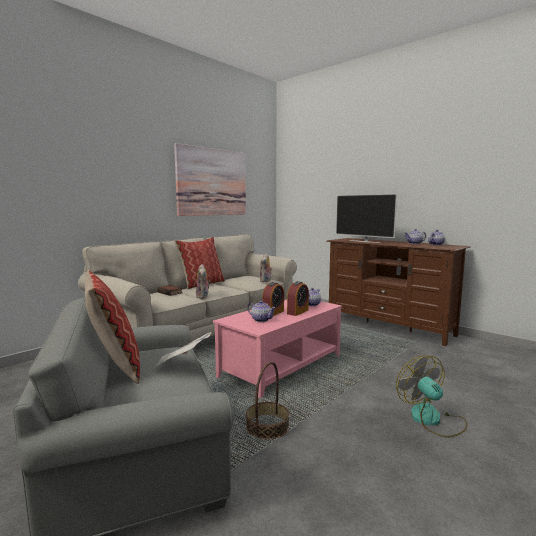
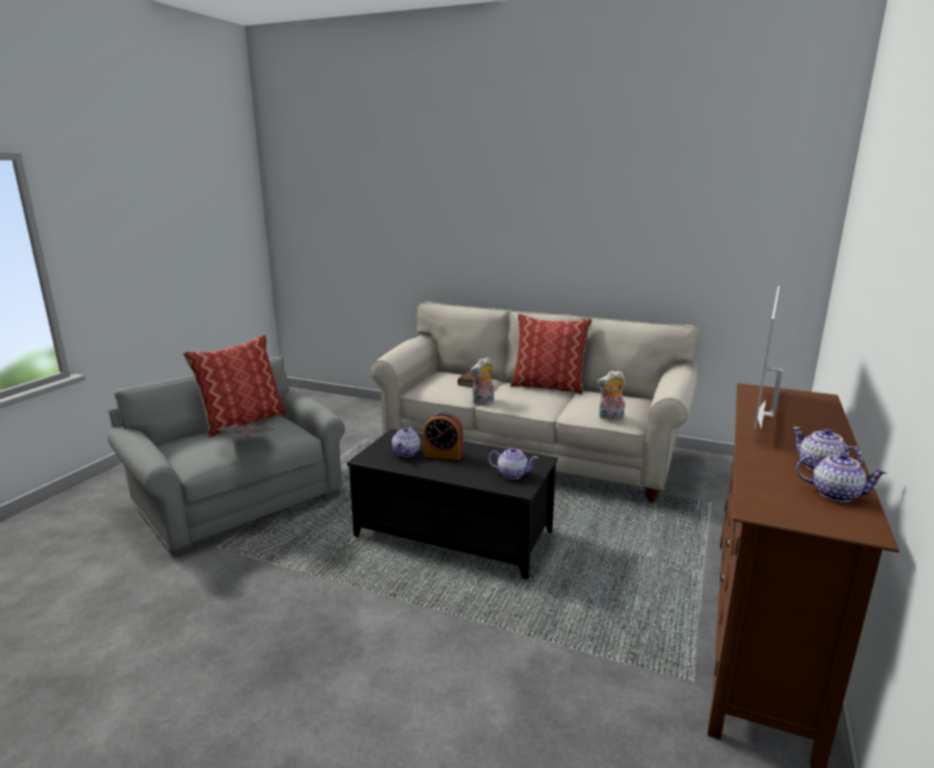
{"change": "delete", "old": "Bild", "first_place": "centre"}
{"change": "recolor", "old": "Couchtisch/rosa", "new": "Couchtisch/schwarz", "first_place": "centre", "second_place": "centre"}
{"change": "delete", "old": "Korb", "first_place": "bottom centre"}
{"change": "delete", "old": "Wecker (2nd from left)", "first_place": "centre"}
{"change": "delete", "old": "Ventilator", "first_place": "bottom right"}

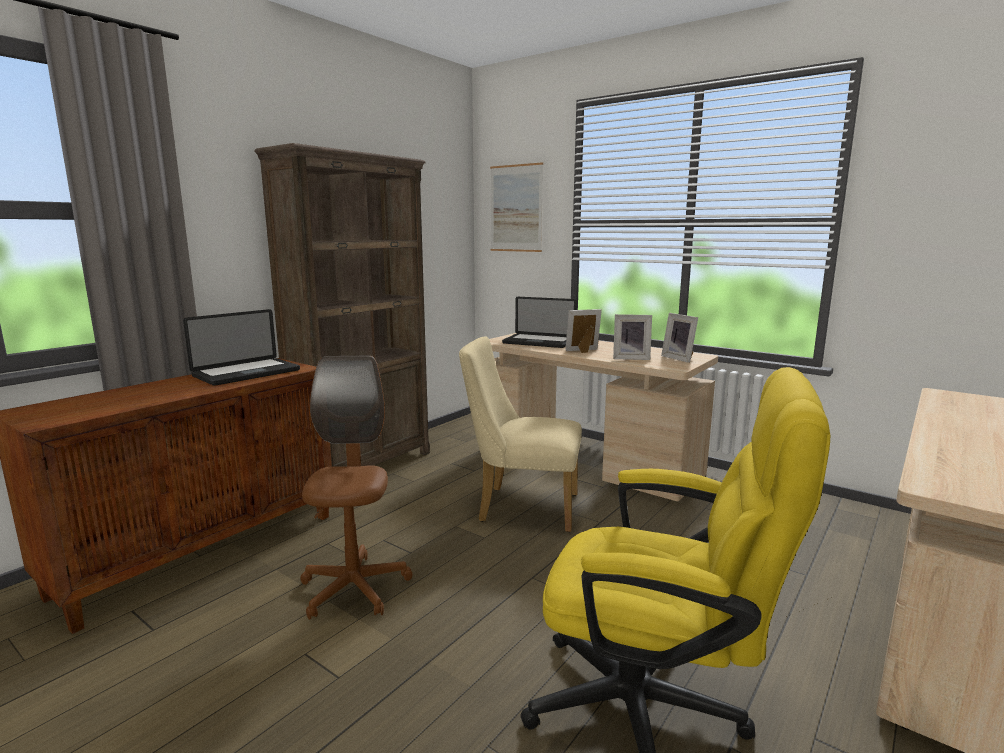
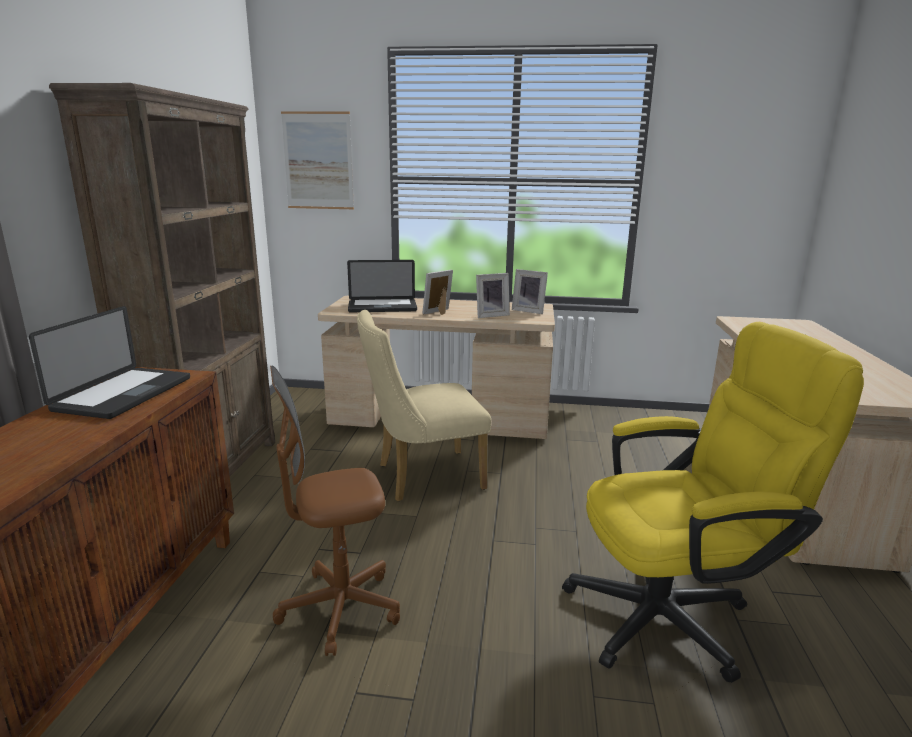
{"change": "rotate", "old": "Bürostuhl/braun", "first_place": "centre", "second_place": "bottom centre", "degrees": -75}

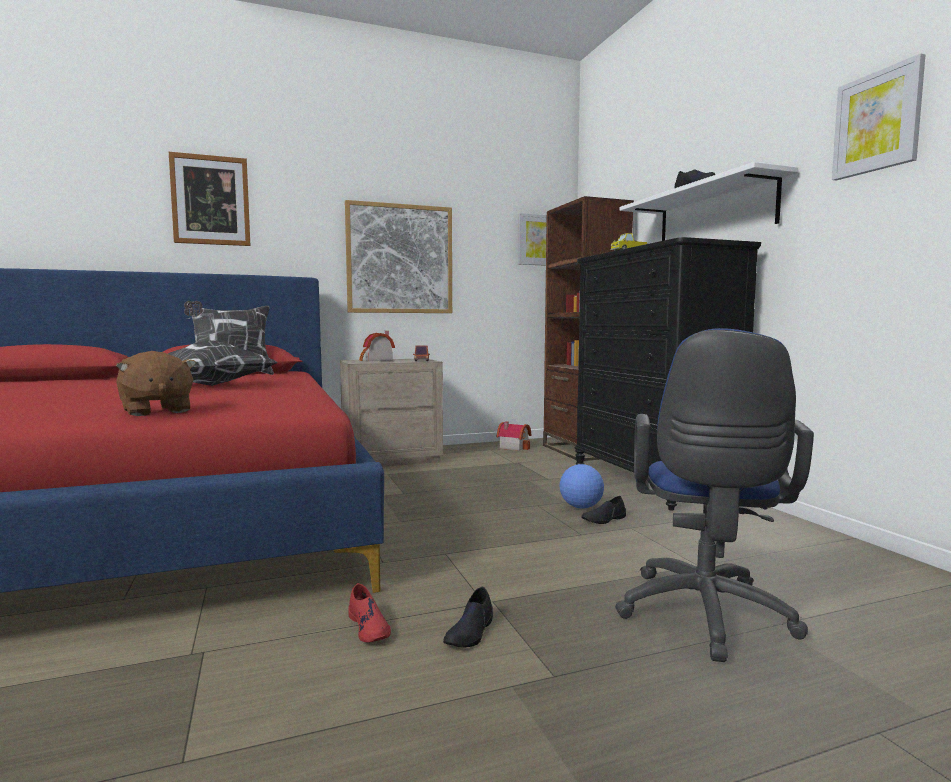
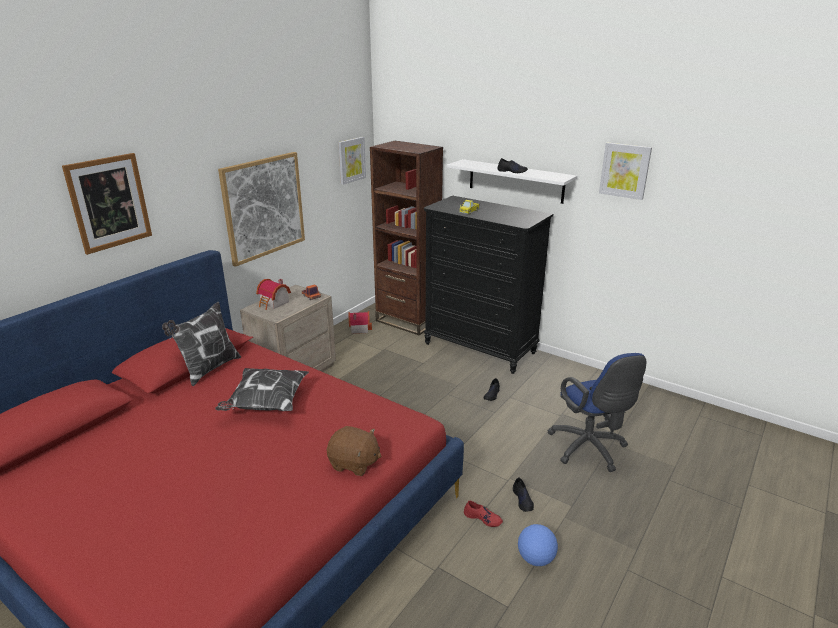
{"change": "move", "old": "Fußball", "first_place": "centre", "second_place": "bottom centre"}

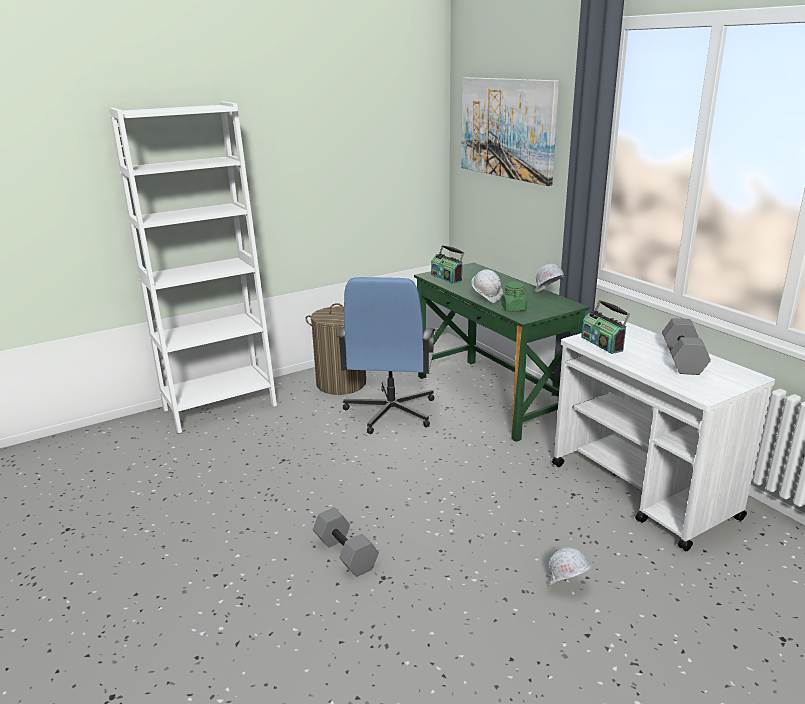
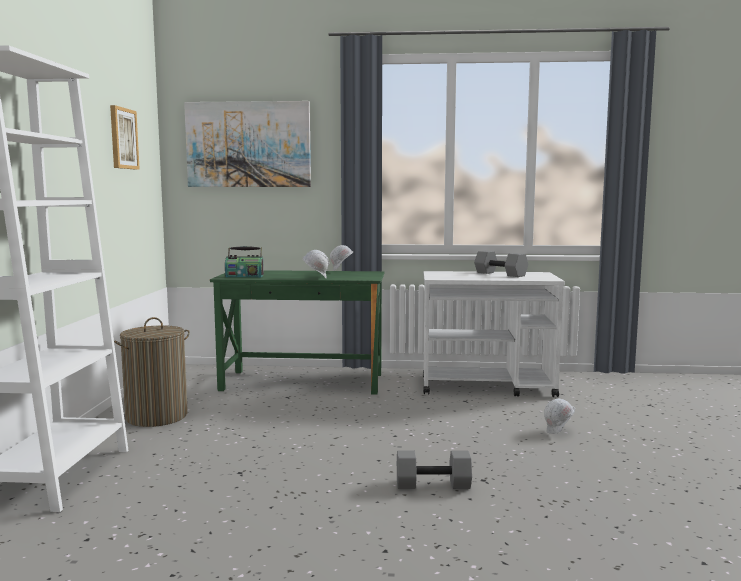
{"change": "delete", "old": "Bürostuhl/blau", "first_place": "centre"}
{"change": "delete", "old": "Vorratsglas/grün", "first_place": "centre"}
{"change": "delete", "old": "Radio (2nd from left)", "first_place": "middle right"}
{"change": "insert", "new": "Bild (1st from left)", "second_place": "top left"}

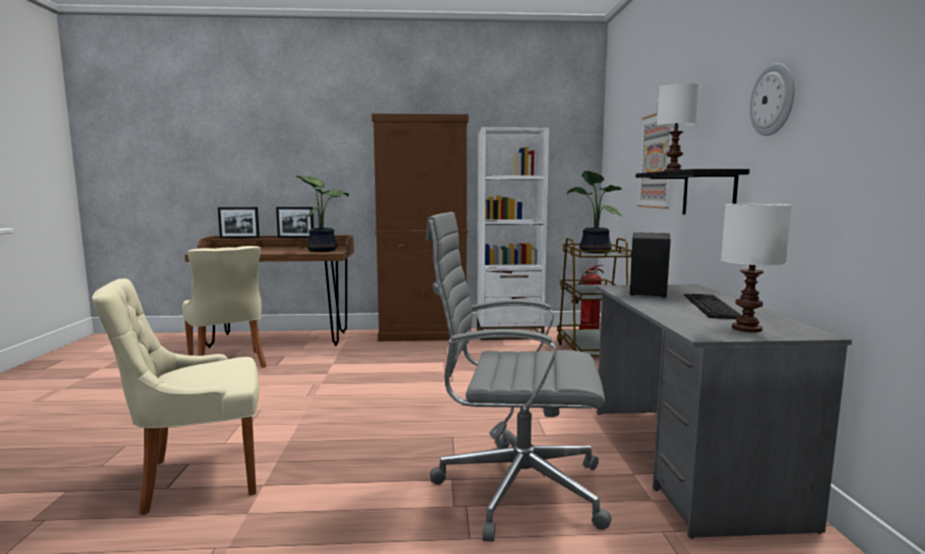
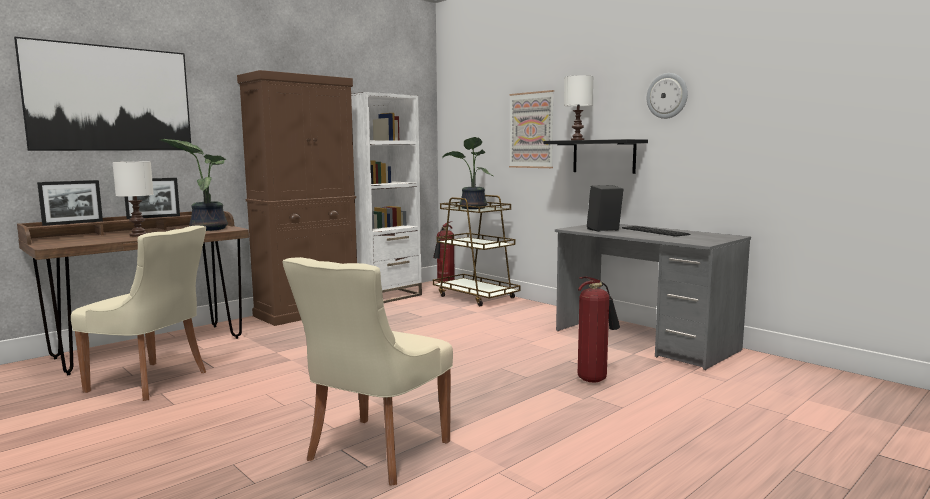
{"change": "replace", "old": "Bürostuhl/grau", "new": "Feuerlöscher (2nd from left)", "first_place": "bottom centre", "second_place": "centre"}
{"change": "move", "old": "Tischlampe/weiß (2nd from left in the first image)", "new": "Tischlampe/weiß (1st from left)", "first_place": "middle right", "second_place": "middle left"}
{"change": "insert", "new": "Bild (1st from left)", "second_place": "top left"}

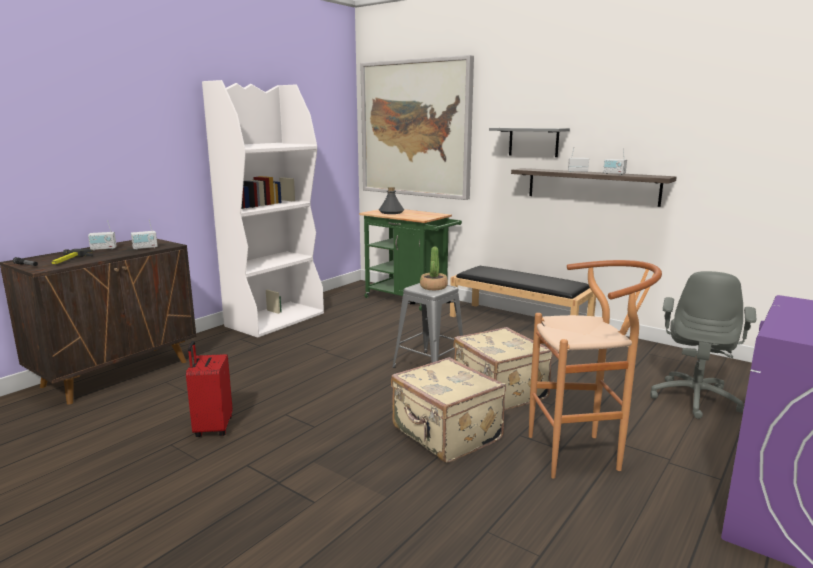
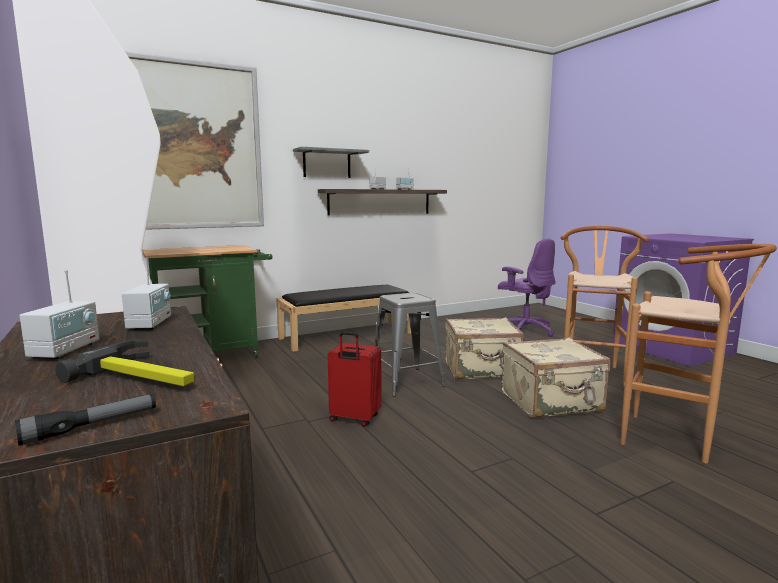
{"change": "move", "old": "Koffer/rot", "first_place": "bottom left", "second_place": "centre"}
{"change": "delete", "old": "Flasche/grau", "first_place": "centre"}
{"change": "delete", "old": "Topfpflanze", "first_place": "centre"}
{"change": "recolor", "old": "Bürostuhl/grau", "new": "Bürostuhl/lila", "first_place": "middle right", "second_place": "middle right"}
{"change": "insert", "new": "Hocker/braun (2nd from left)", "second_place": "middle right"}

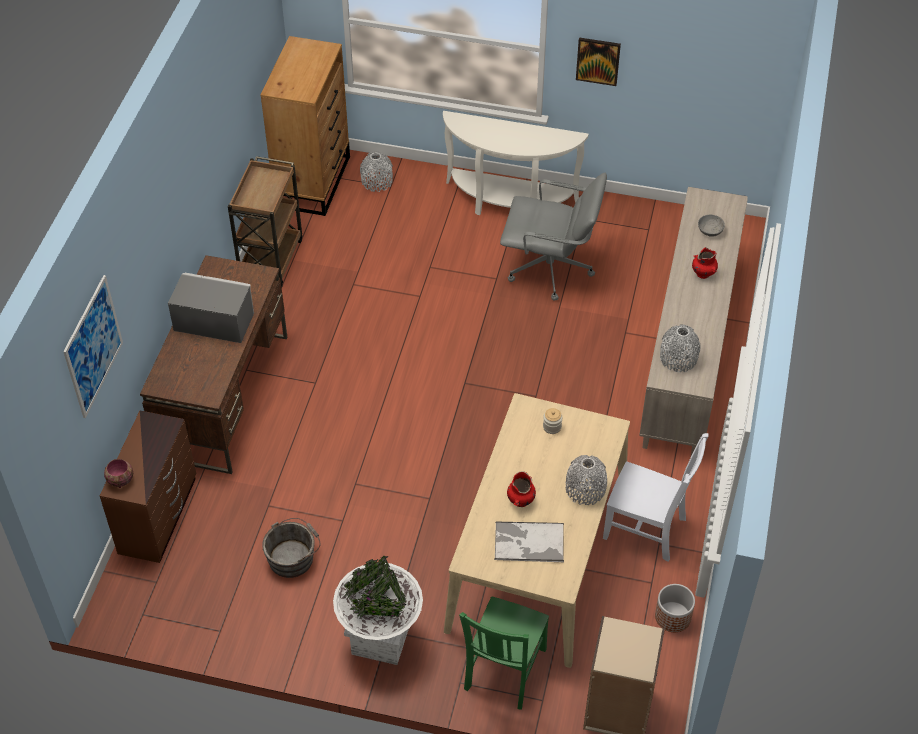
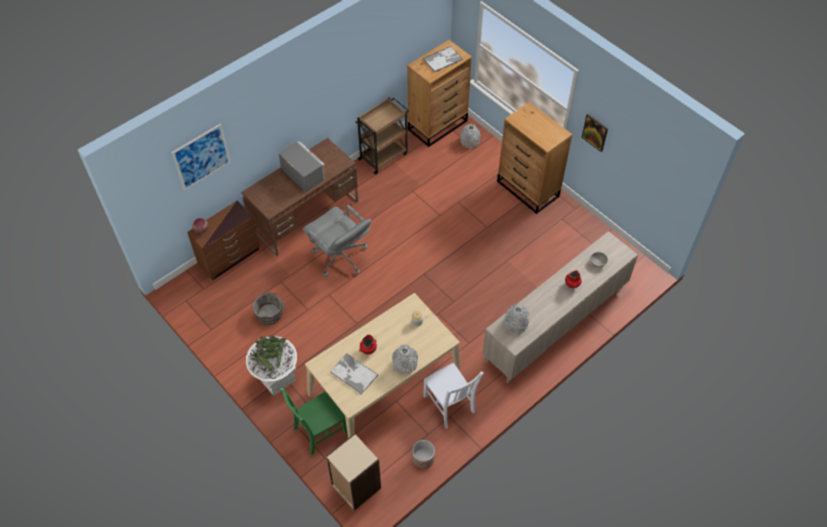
{"change": "replace", "old": "Konsolentisch/weiß", "new": "Kommode/braun (3rd from left)", "first_place": "top centre", "second_place": "top centre"}
{"change": "move", "old": "Bürostuhl/grau", "first_place": "top centre", "second_place": "centre"}
{"change": "insert", "new": "Tablett (2nd from left)", "second_place": "top centre"}

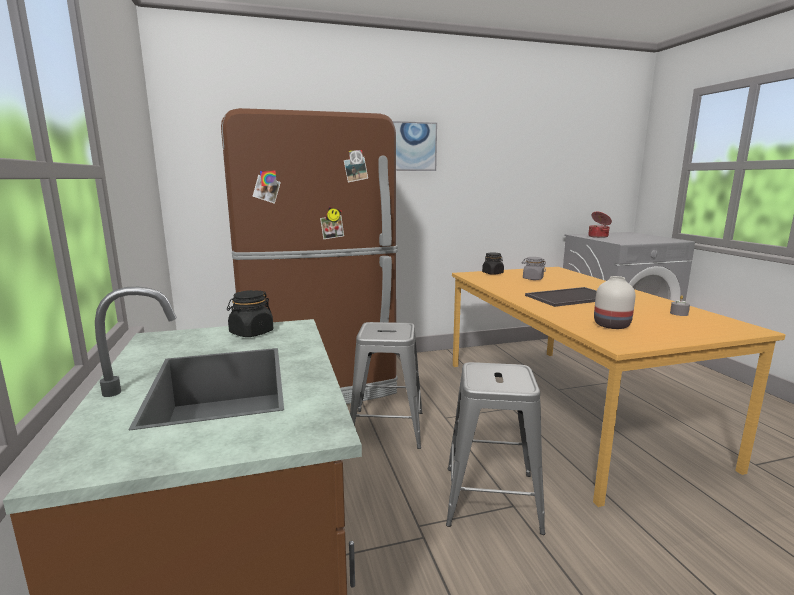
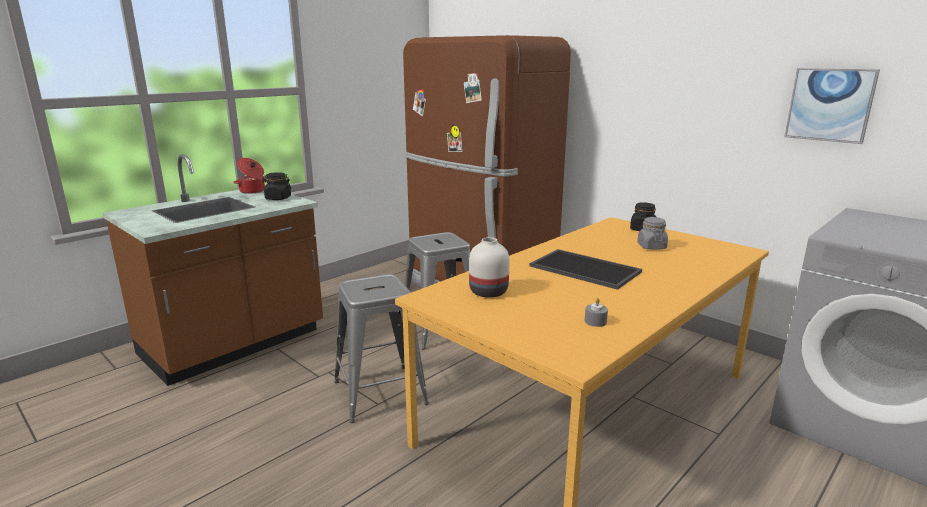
{"change": "move", "old": "Bild", "first_place": "top centre", "second_place": "top right"}
{"change": "move", "old": "Kochtopf", "first_place": "middle right", "second_place": "middle left"}

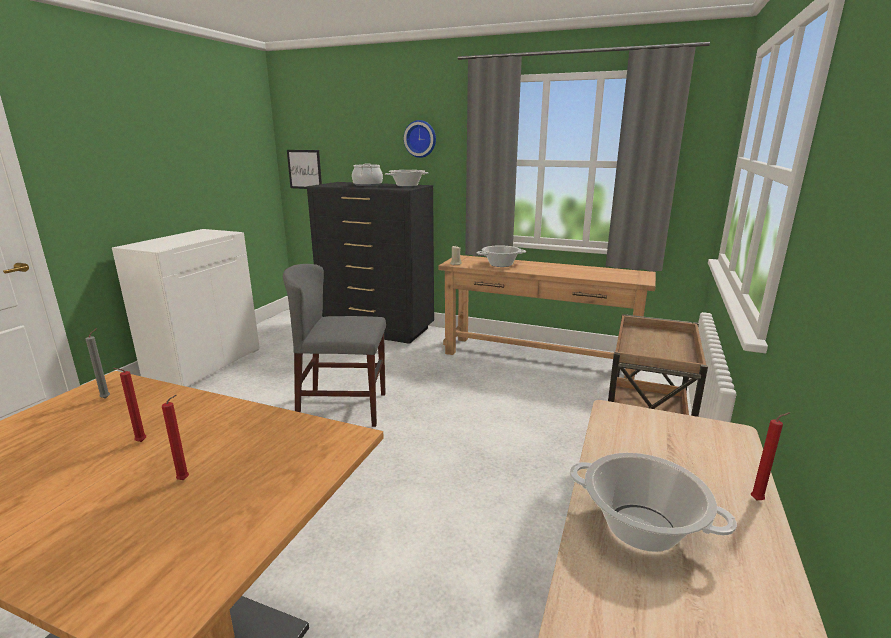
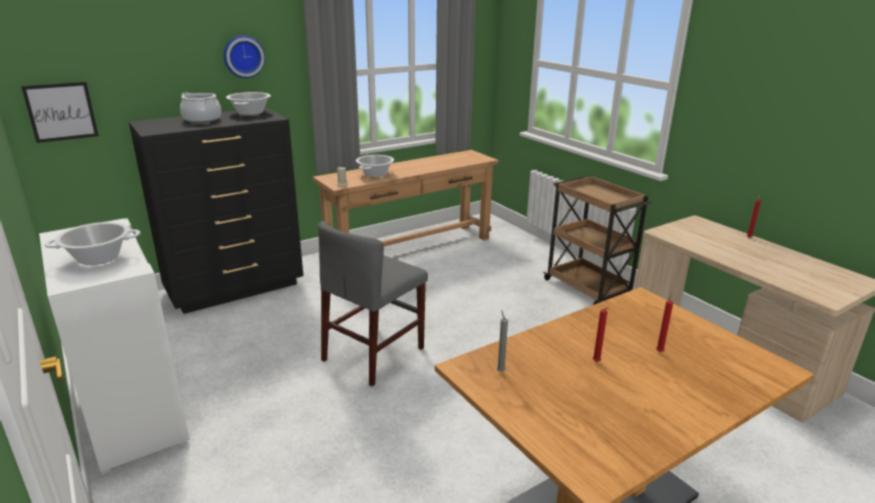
{"change": "move", "old": "Kochtopf (4th from left in the first image)", "new": "Kochtopf (1st from left)", "first_place": "bottom right", "second_place": "middle left"}

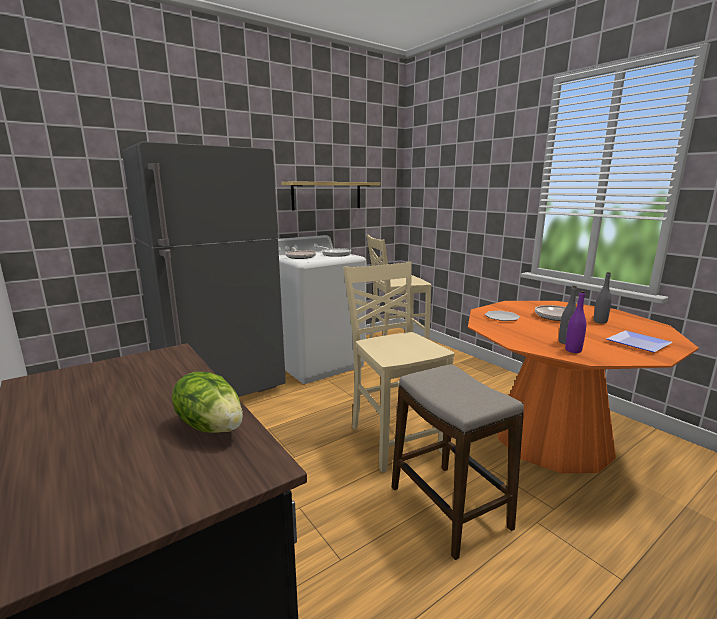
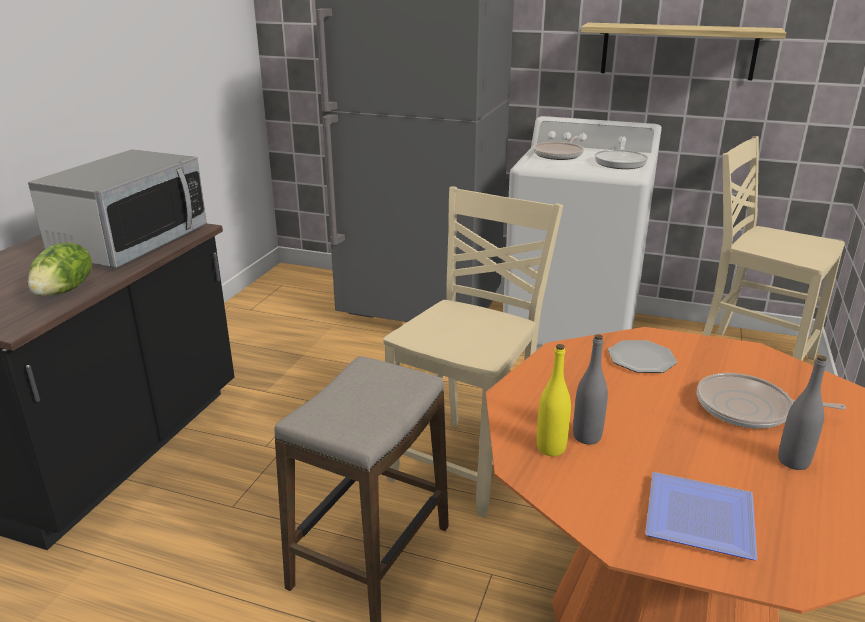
{"change": "recolor", "old": "Flasche/lila", "new": "Flasche/gelb", "first_place": "middle right", "second_place": "centre"}
{"change": "insert", "new": "Mikrowelle", "second_place": "middle left"}

